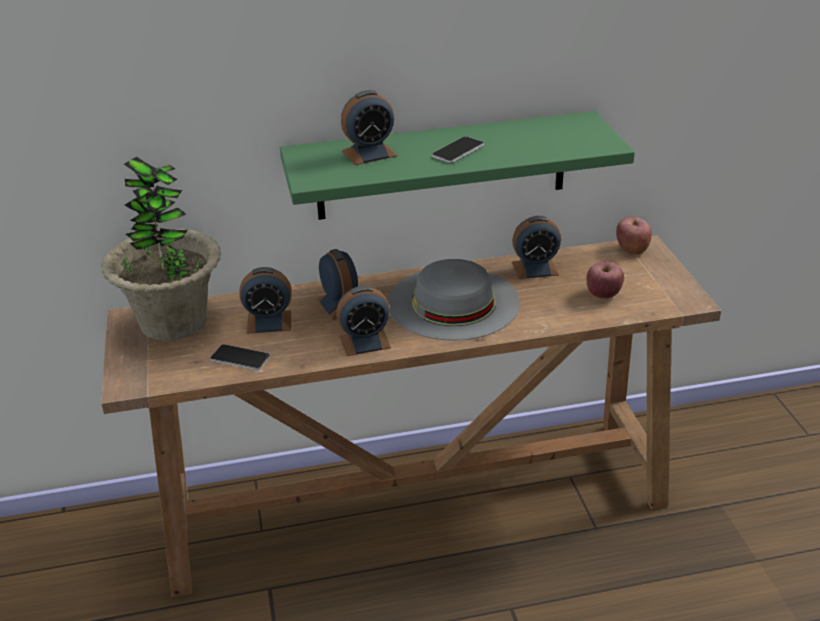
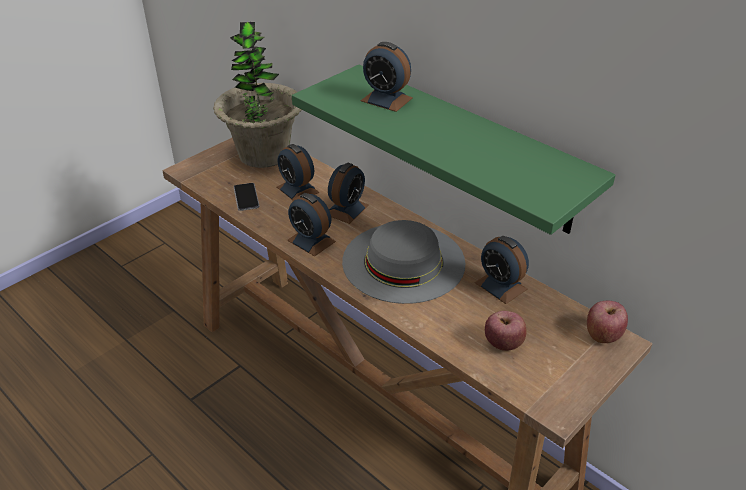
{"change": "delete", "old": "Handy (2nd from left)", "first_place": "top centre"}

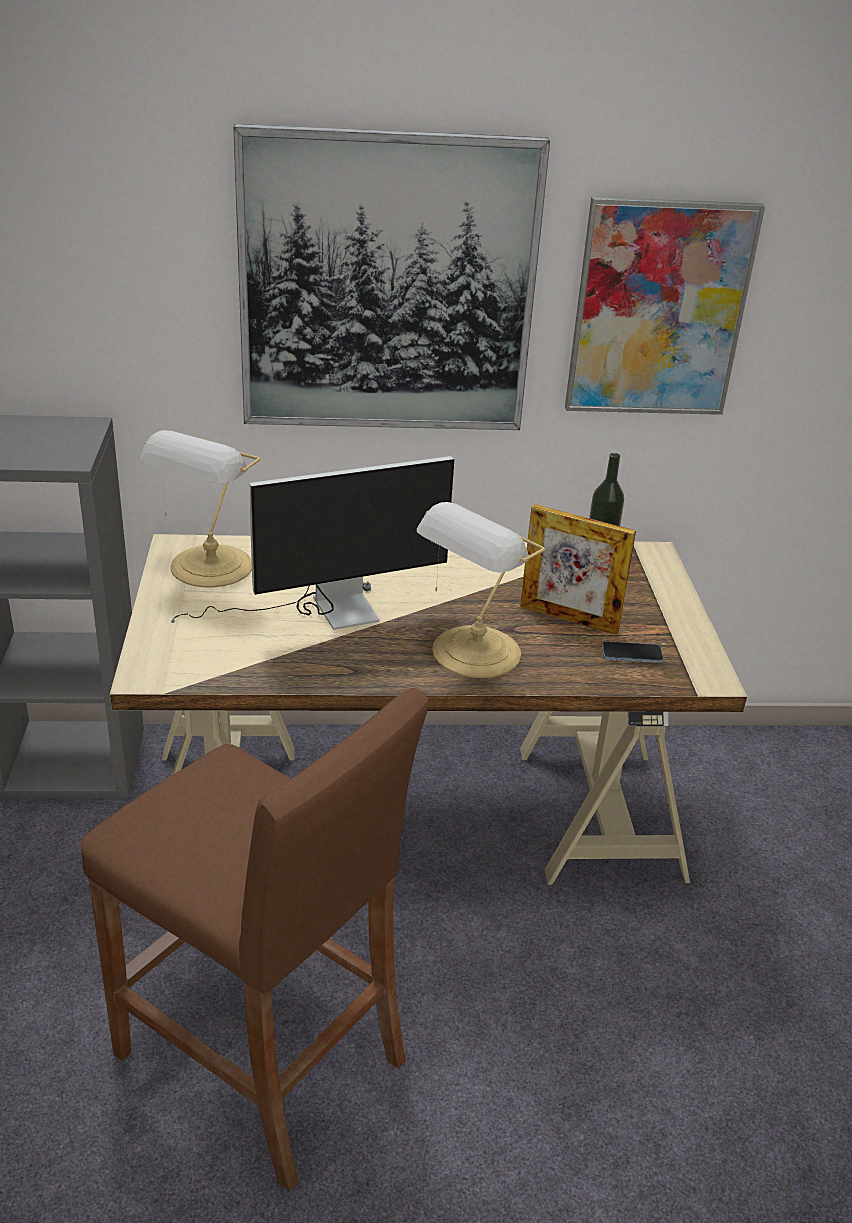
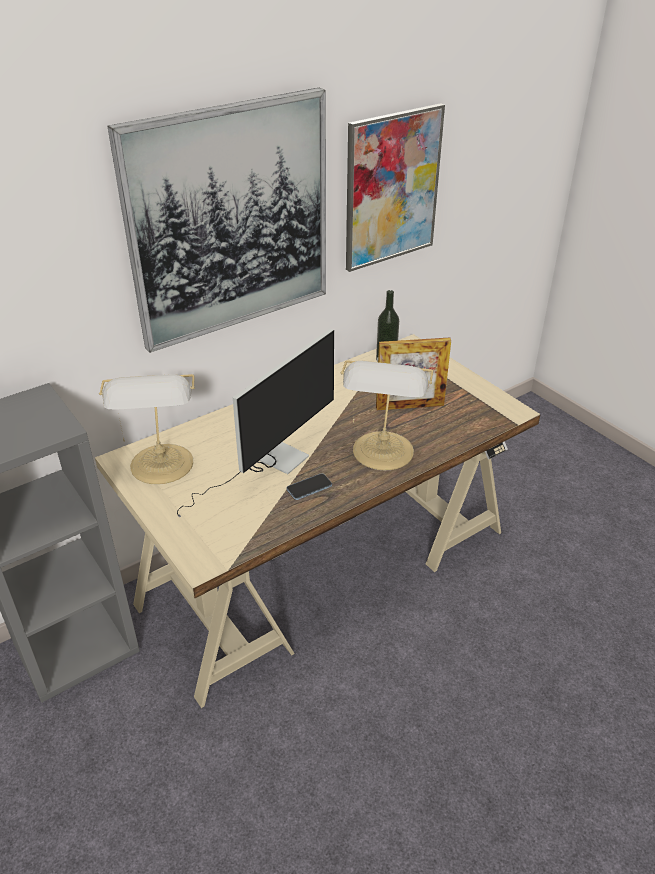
{"change": "delete", "old": "Hocker/braun", "first_place": "bottom left"}
{"change": "move", "old": "Handy", "first_place": "middle right", "second_place": "centre"}

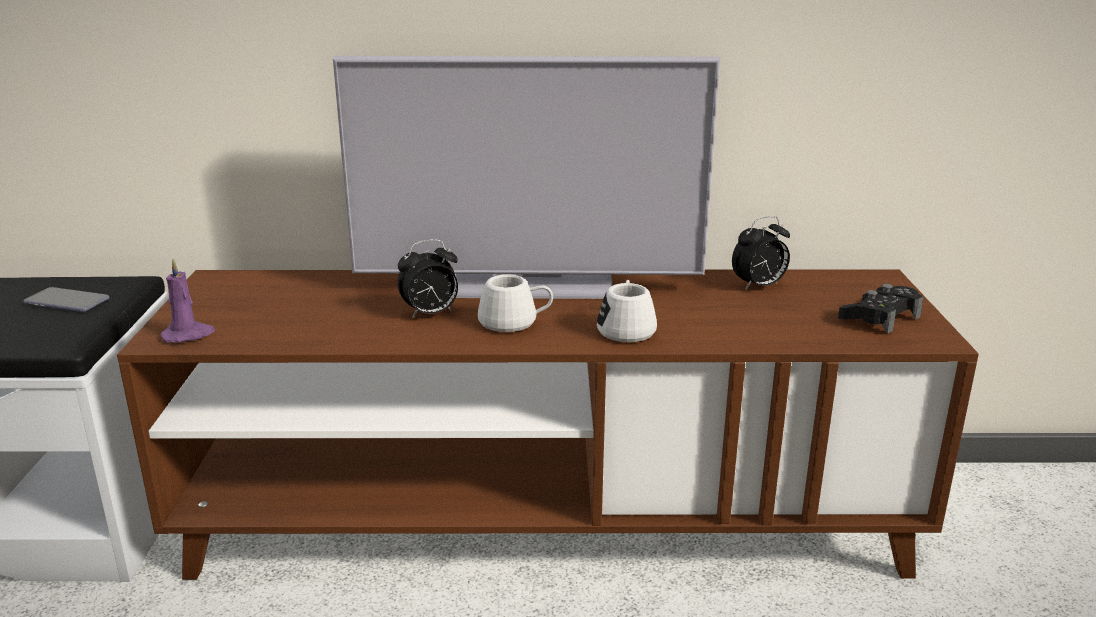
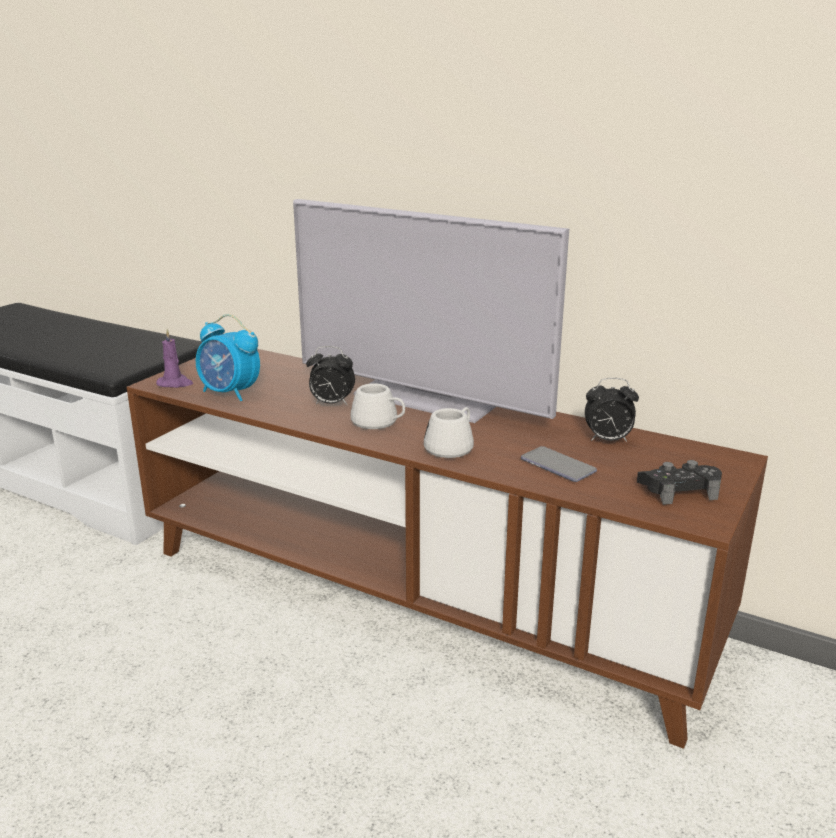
{"change": "move", "old": "Handy", "first_place": "middle left", "second_place": "middle right"}
{"change": "insert", "new": "Wecker (1st from left)", "second_place": "middle left"}

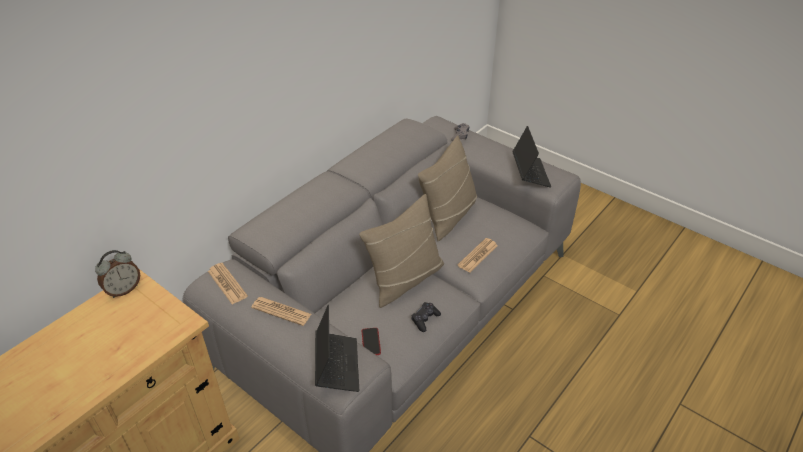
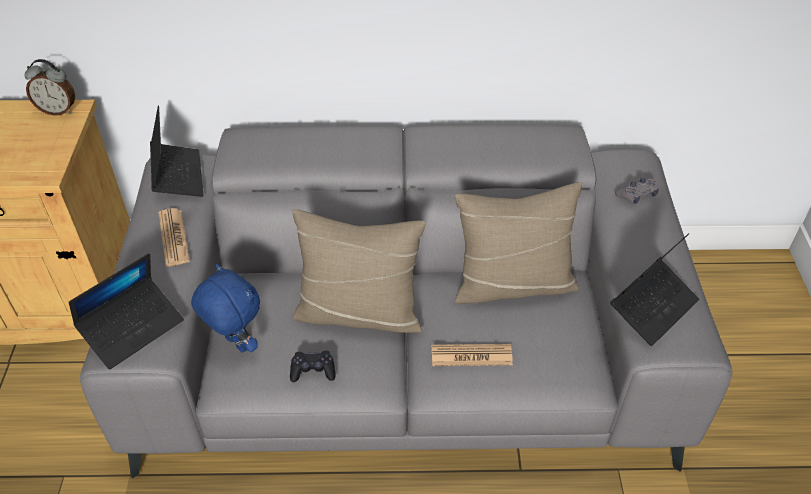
{"change": "replace", "old": "Zeitung (1st from left)", "new": "Laptop (2nd from left)", "first_place": "middle left", "second_place": "top left"}
{"change": "replace", "old": "Handy", "new": "Plüschtier/blau", "first_place": "bottom centre", "second_place": "middle left"}

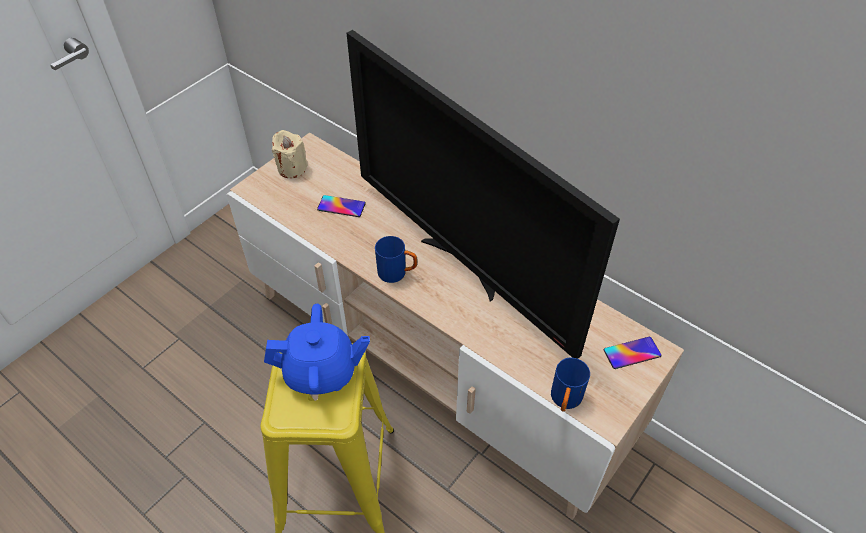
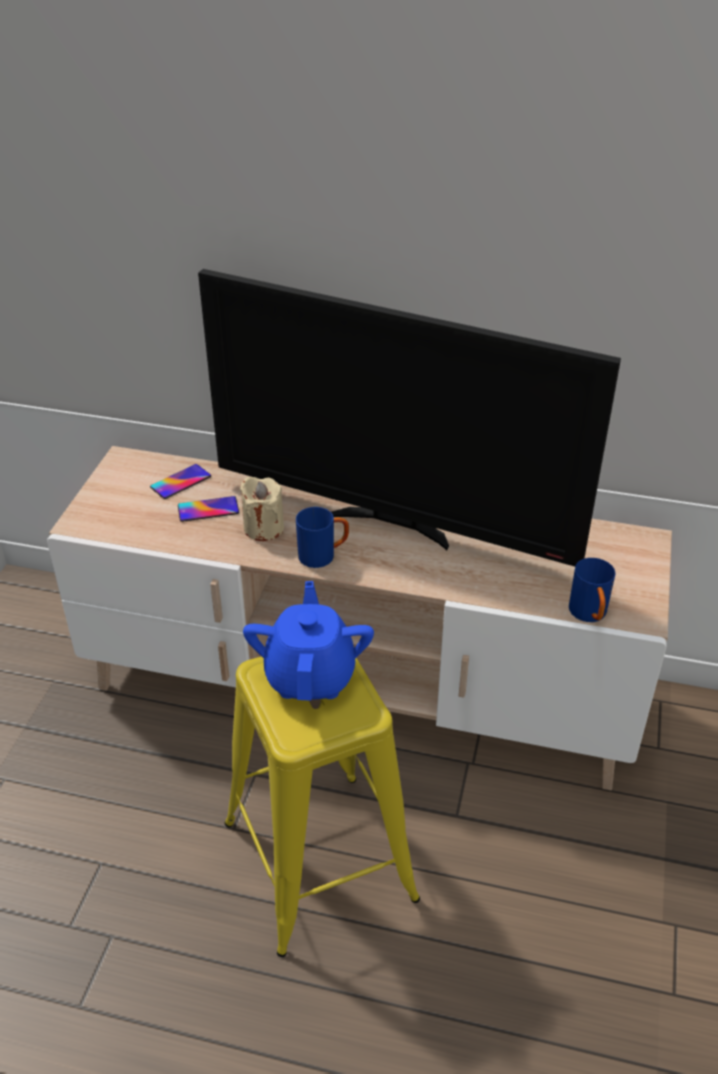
{"change": "rotate", "old": "Teekanne/blau", "first_place": "centre", "second_place": "centre", "degrees": -60}
{"change": "move", "old": "Kerze/beige", "first_place": "top centre", "second_place": "centre"}
{"change": "move", "old": "Handy (2nd from left in the first image)", "new": "Handy (1st from left)", "first_place": "middle right", "second_place": "middle left"}

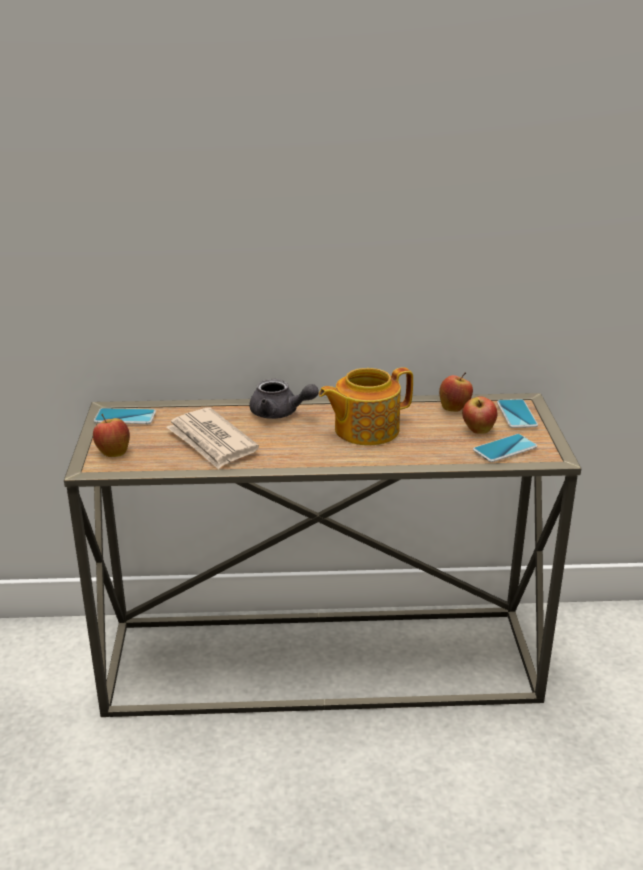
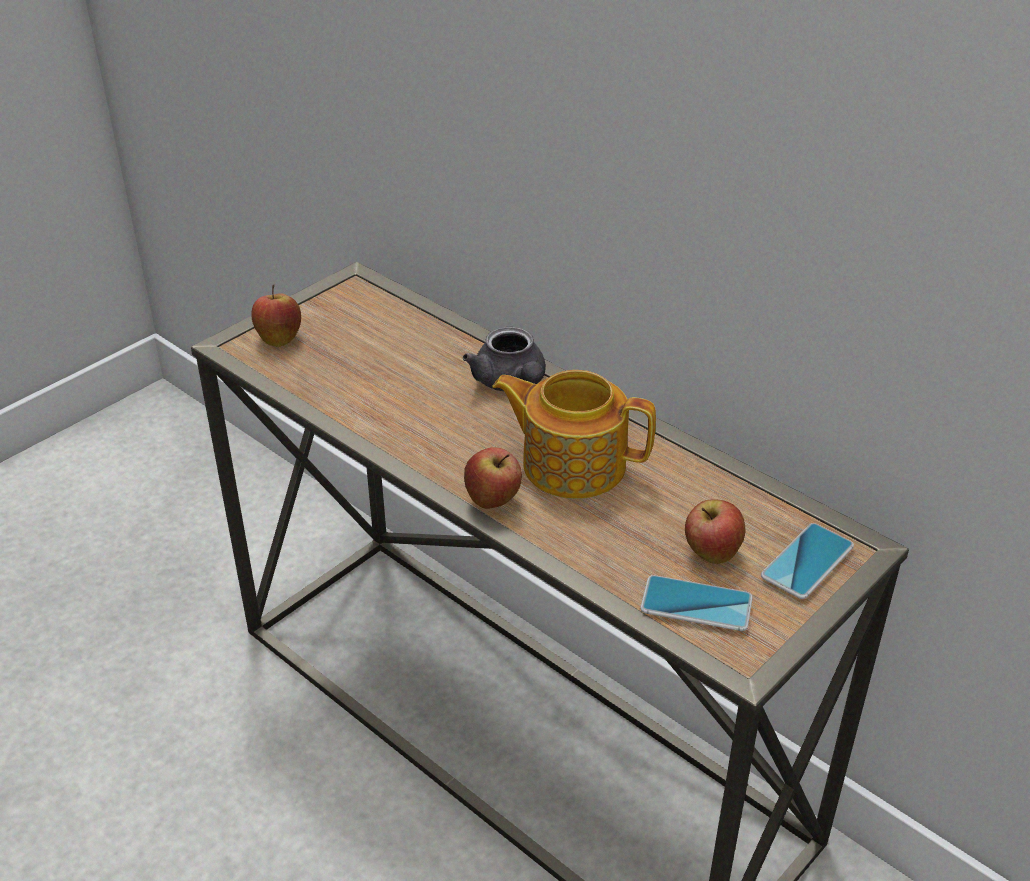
{"change": "delete", "old": "Handy (1st from left)", "first_place": "middle left"}
{"change": "delete", "old": "Zeitung", "first_place": "middle left"}
{"change": "move", "old": "Apfel (2nd from left)", "first_place": "middle right", "second_place": "centre"}

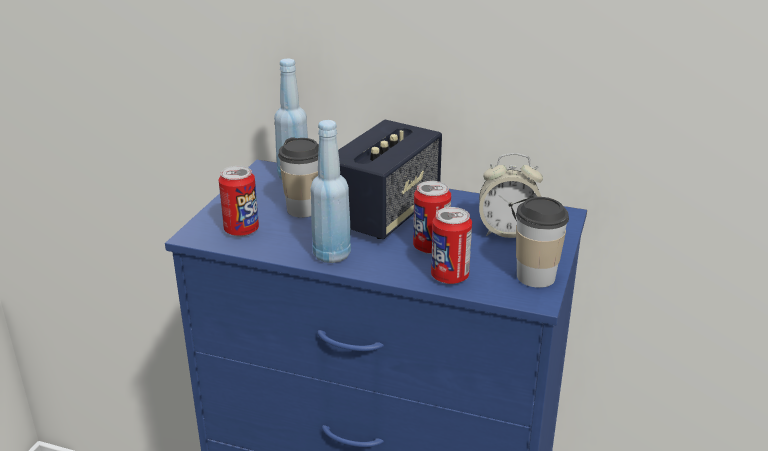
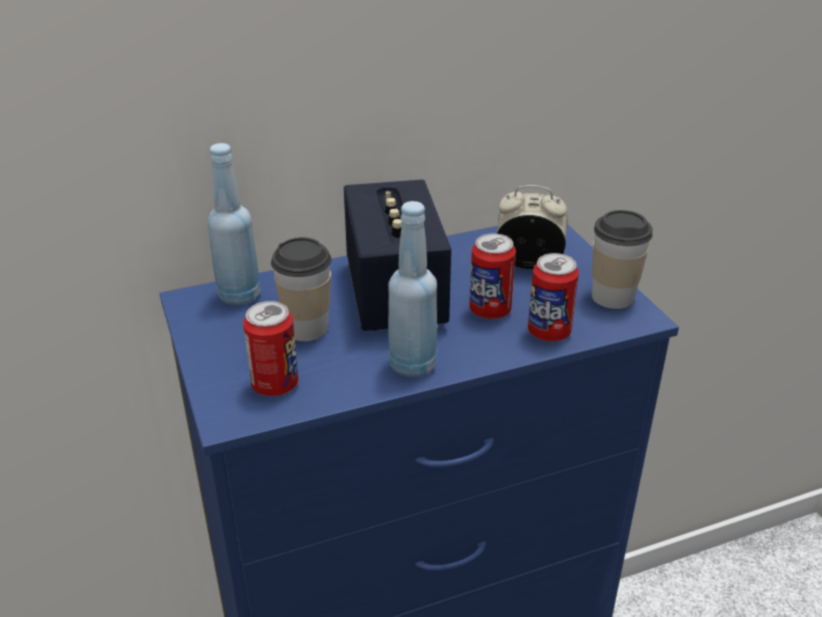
{"change": "rotate", "old": "Wecker", "first_place": "centre", "second_place": "centre", "degrees": -135}

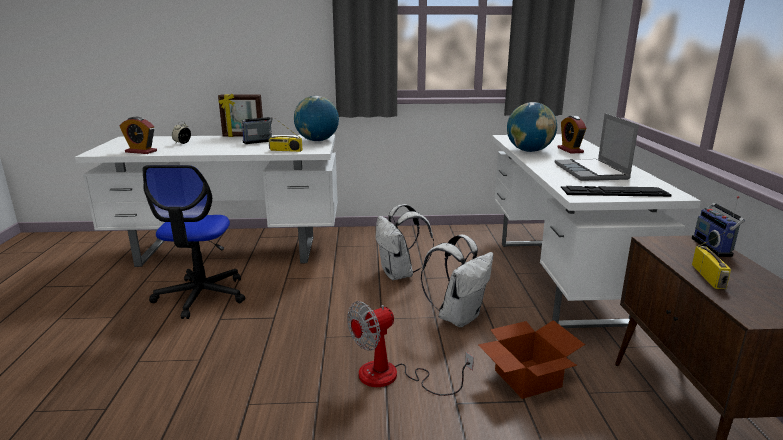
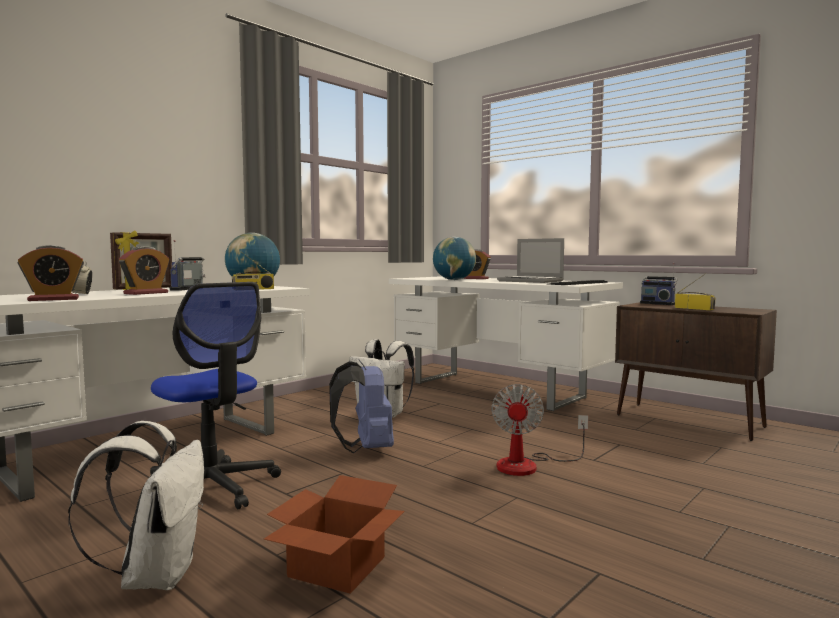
{"change": "move", "old": "Rucksack/weiß (2nd from left in the first image)", "new": "Rucksack/weiß (1st from left)", "first_place": "centre", "second_place": "bottom left"}
{"change": "move", "old": "Karton", "first_place": "bottom right", "second_place": "bottom centre"}
{"change": "insert", "new": "Wecker (3rd from left)", "second_place": "middle left"}
{"change": "insert", "new": "Rucksack/blau", "second_place": "centre"}

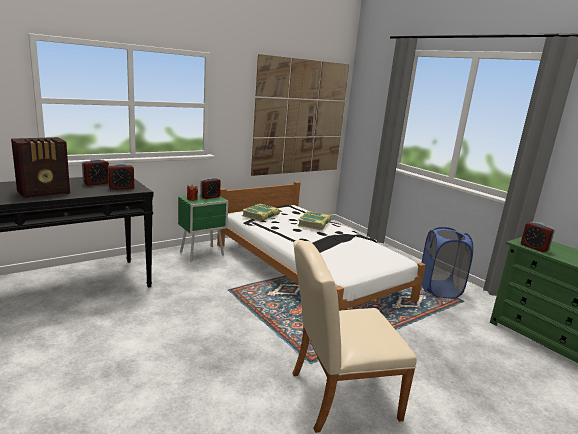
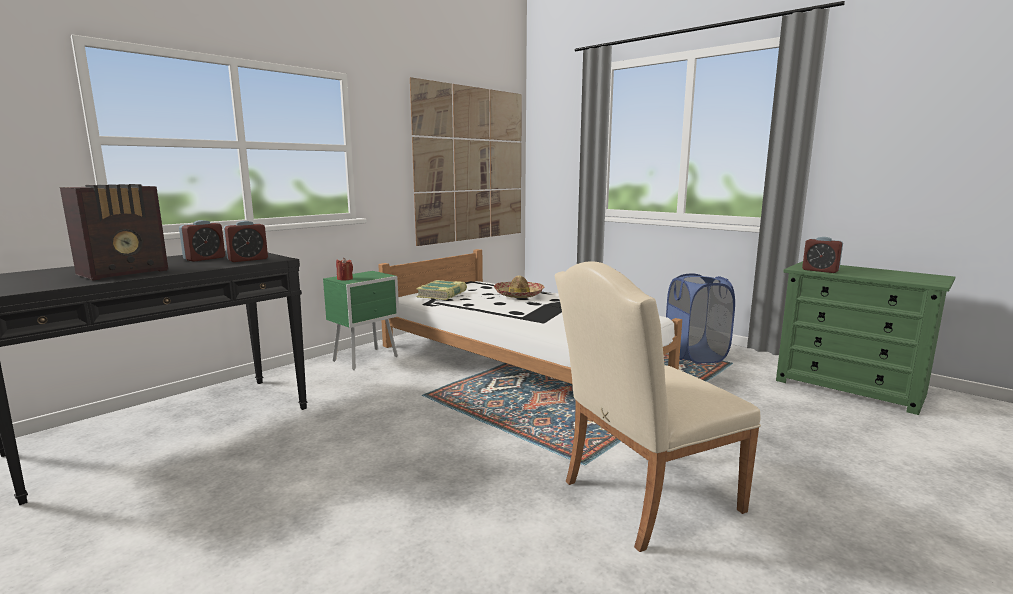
{"change": "delete", "old": "Wecker (3rd from left)", "first_place": "centre"}
{"change": "replace", "old": "Buch (2nd from left)", "new": "Hut", "first_place": "centre", "second_place": "centre"}

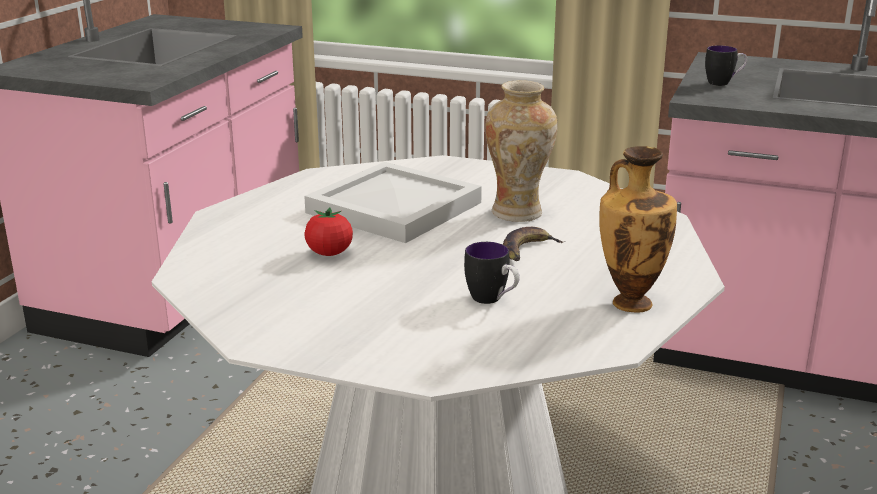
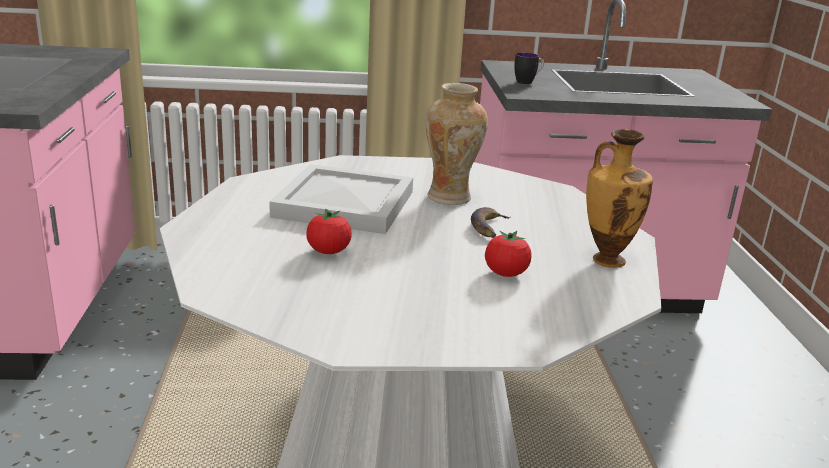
{"change": "replace", "old": "Henkelbecher (1st from left)", "new": "Tomate (2nd from left)", "first_place": "centre", "second_place": "centre"}

